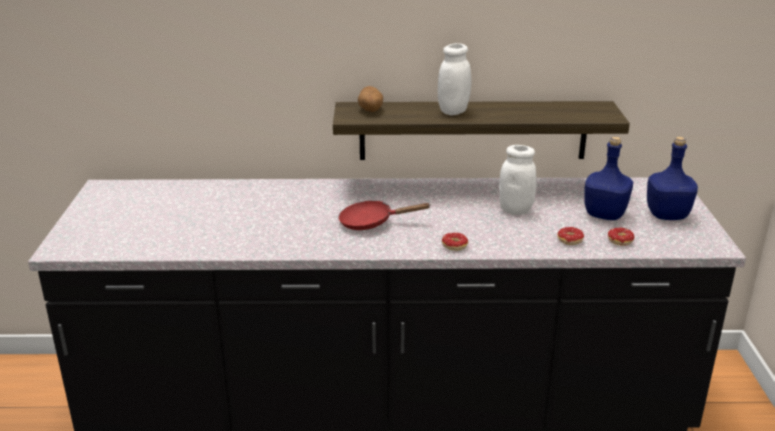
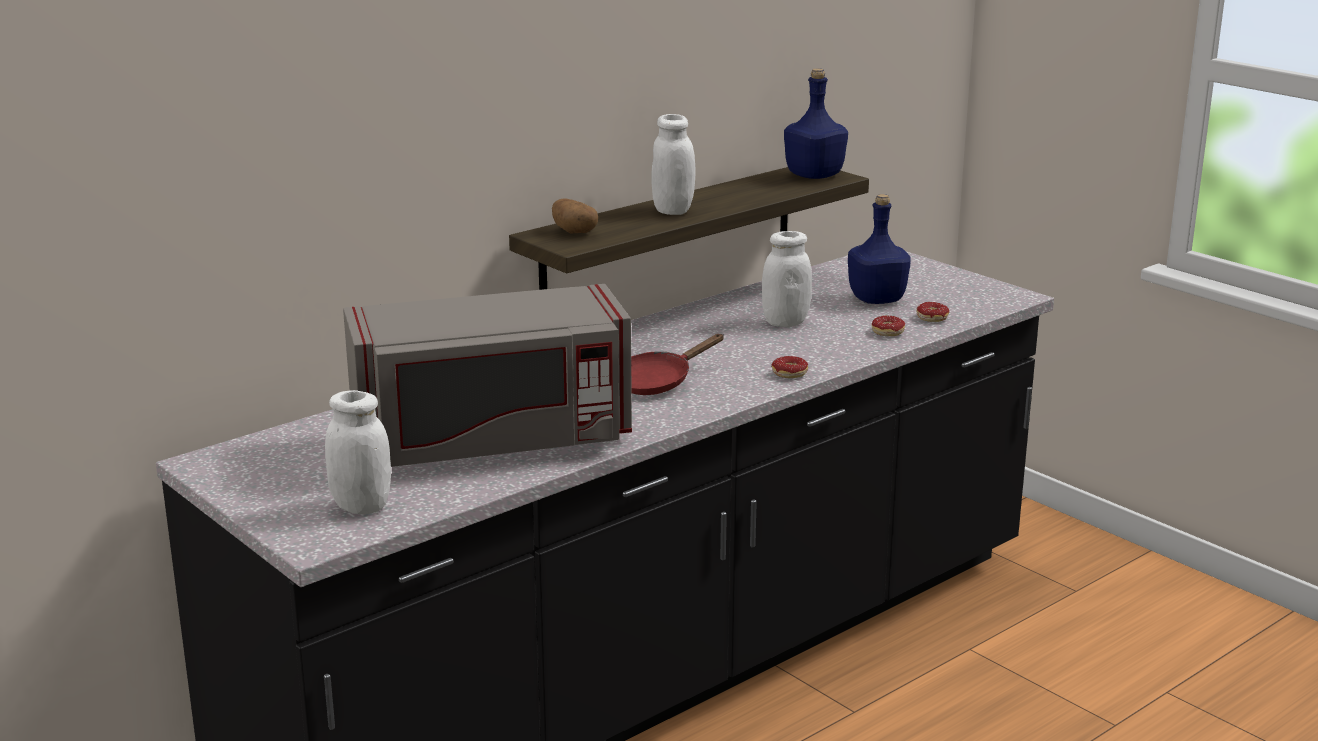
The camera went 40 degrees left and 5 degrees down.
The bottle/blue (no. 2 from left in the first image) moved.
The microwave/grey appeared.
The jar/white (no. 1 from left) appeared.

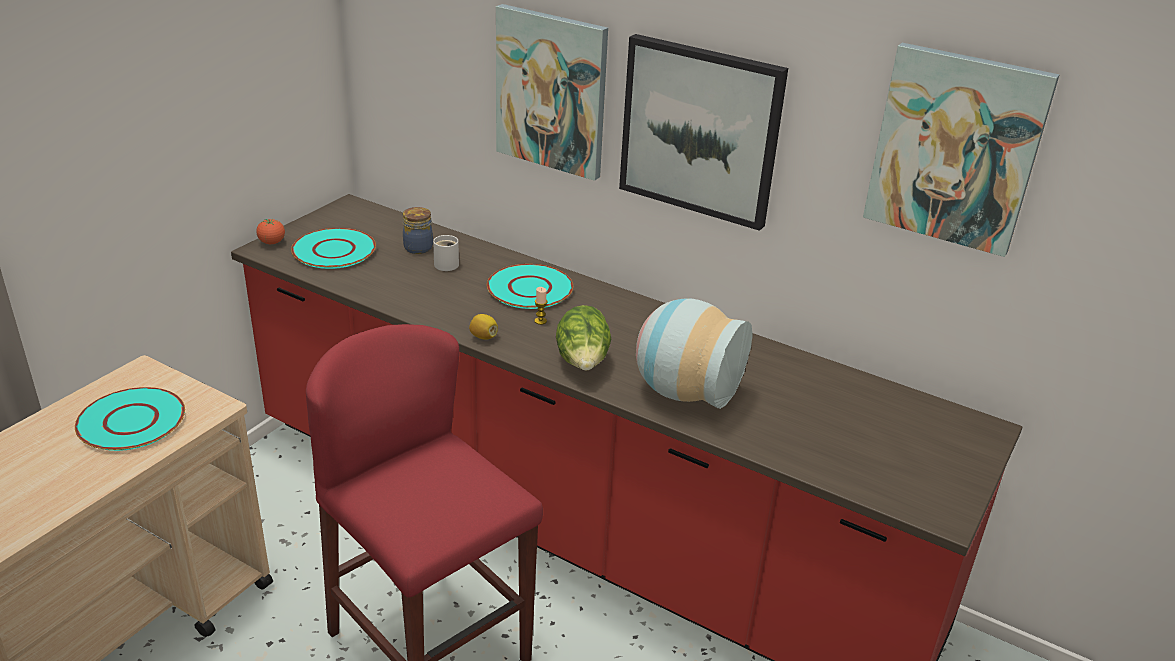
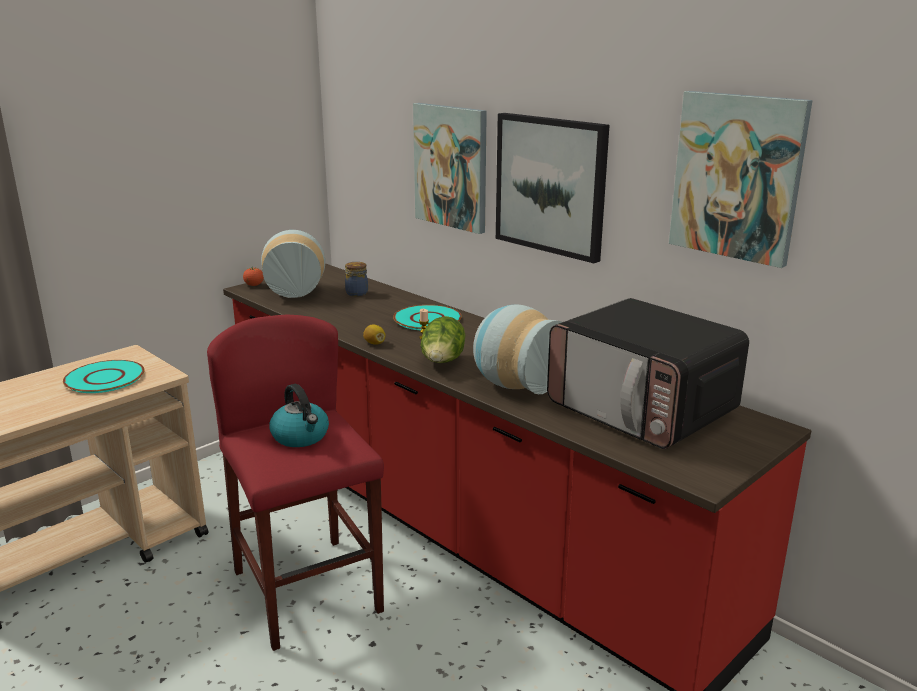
The camera went 15 degrees right and 10 degrees down.
The plate/turquoise (no. 2 from left) was replaced by the vase (no. 1 from left).
The mug/white disappeared.
The microwave appeared.
The kettle appeared.

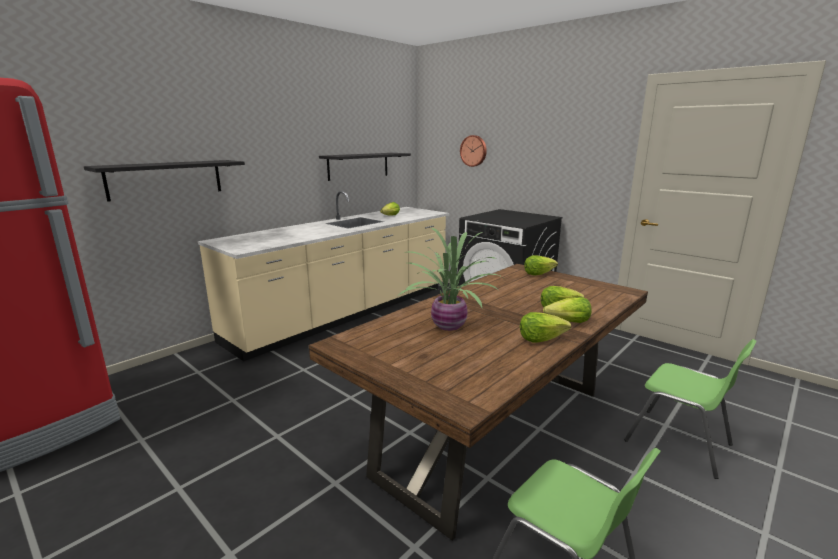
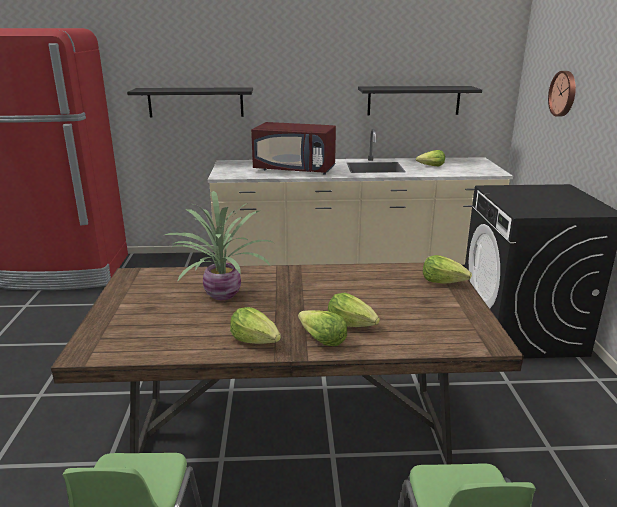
The camera went 45 degrees right and 5 degrees up.
The microwave/red appeared.

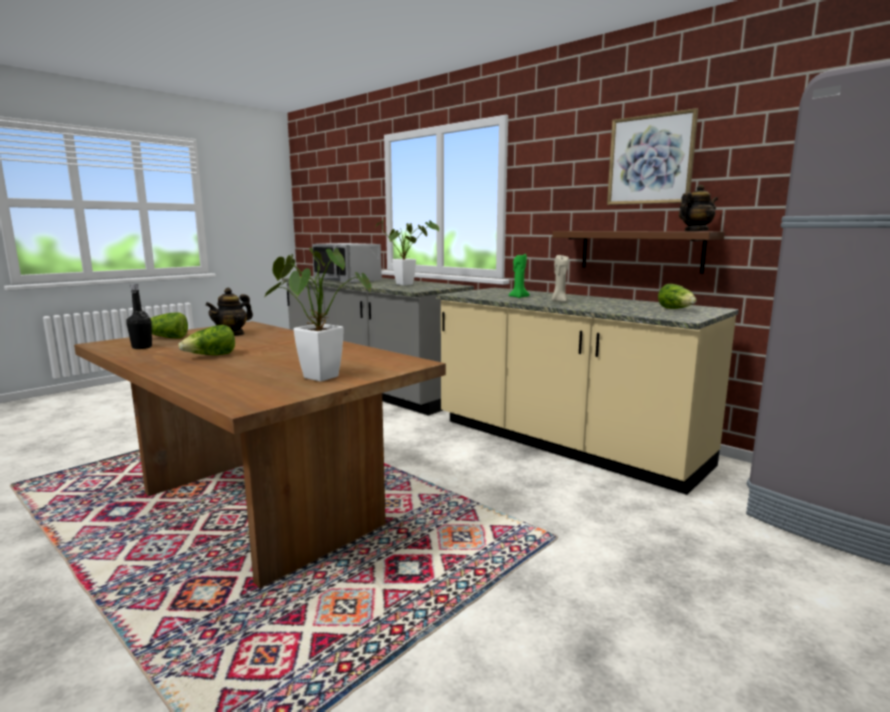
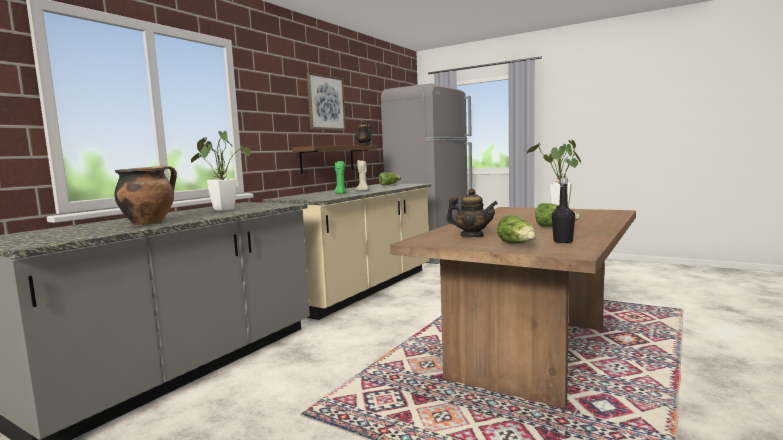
The camera went 100 degrees left and 5 degrees down.
The microwave/grey was replaced by the cooking pot.

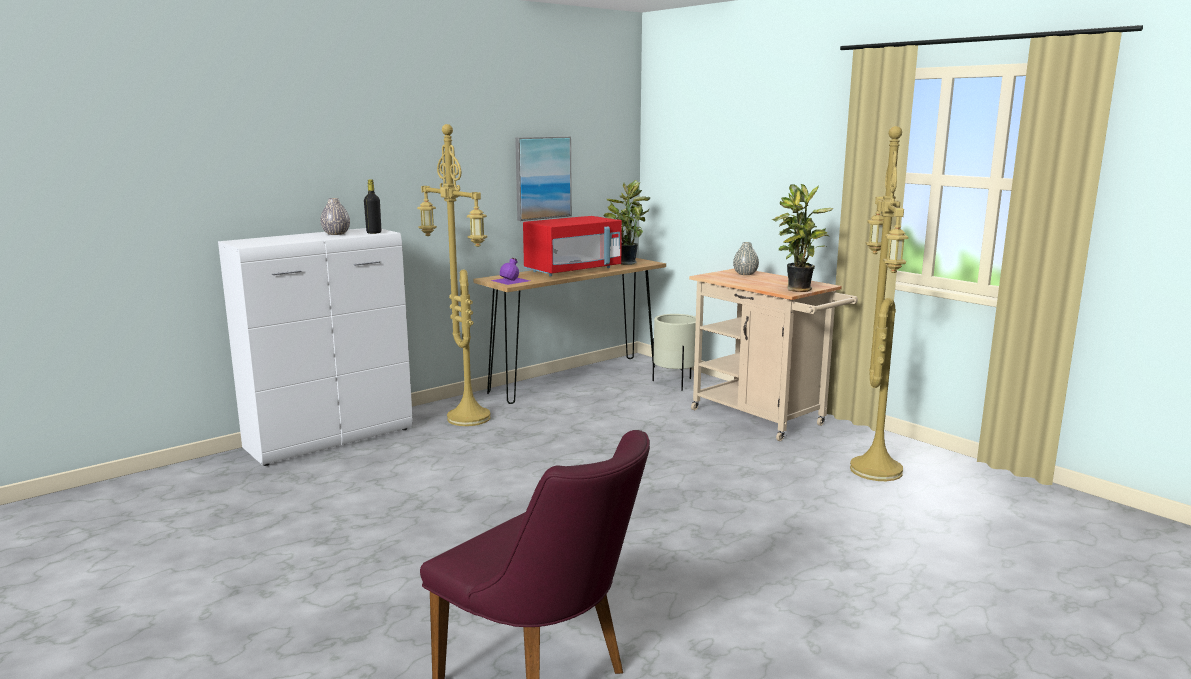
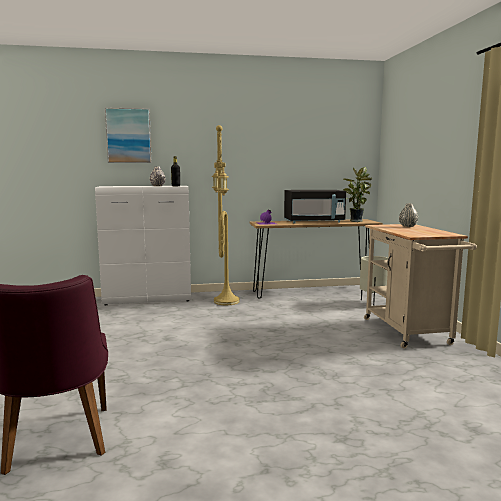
The camera went 30 degrees right and 5 degrees down.
The floor lamp/yellow (no. 2 from left) disappeared.
The picture moved.
The potted plant (no. 2 from left) disappeared.
The microwave/red became the microwave/black.

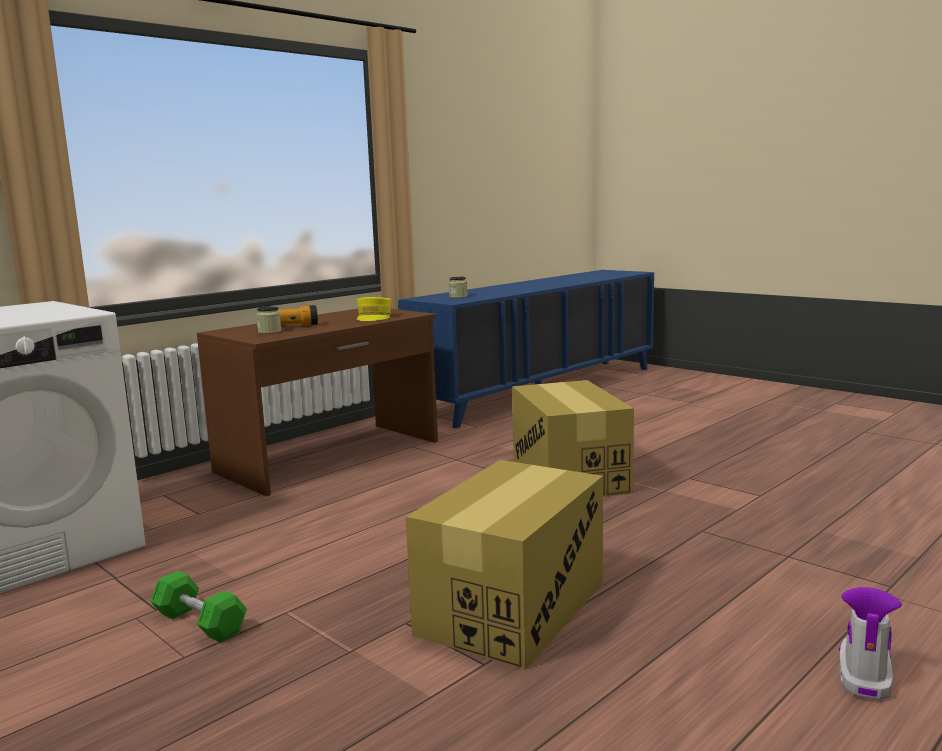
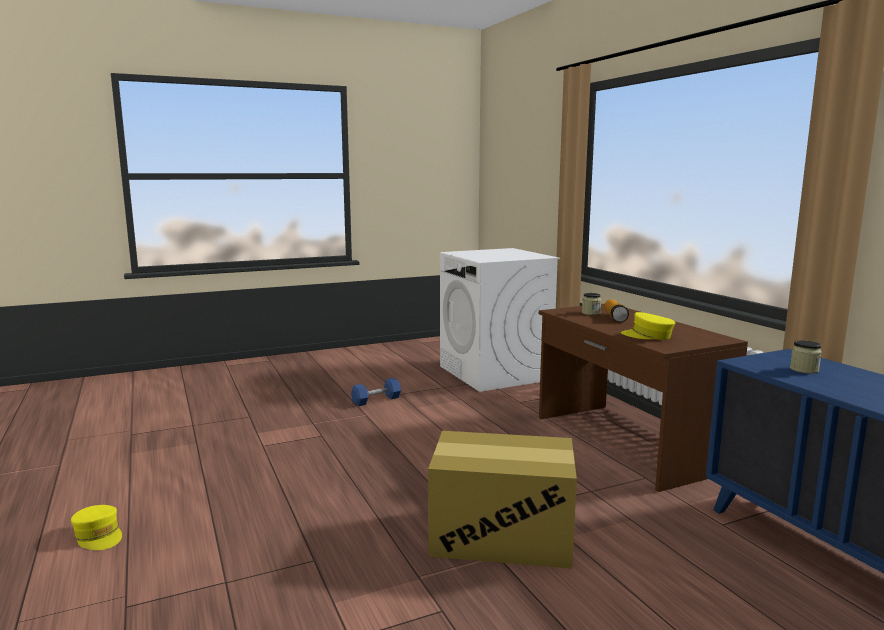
The camera went 110 degrees right and 0 degrees up.
The cardboard box (no. 1 from left) disappeared.
The dumbbell/green became the dumbbell/blue.
The boot was replaced by the cap/yellow (no. 1 from left).

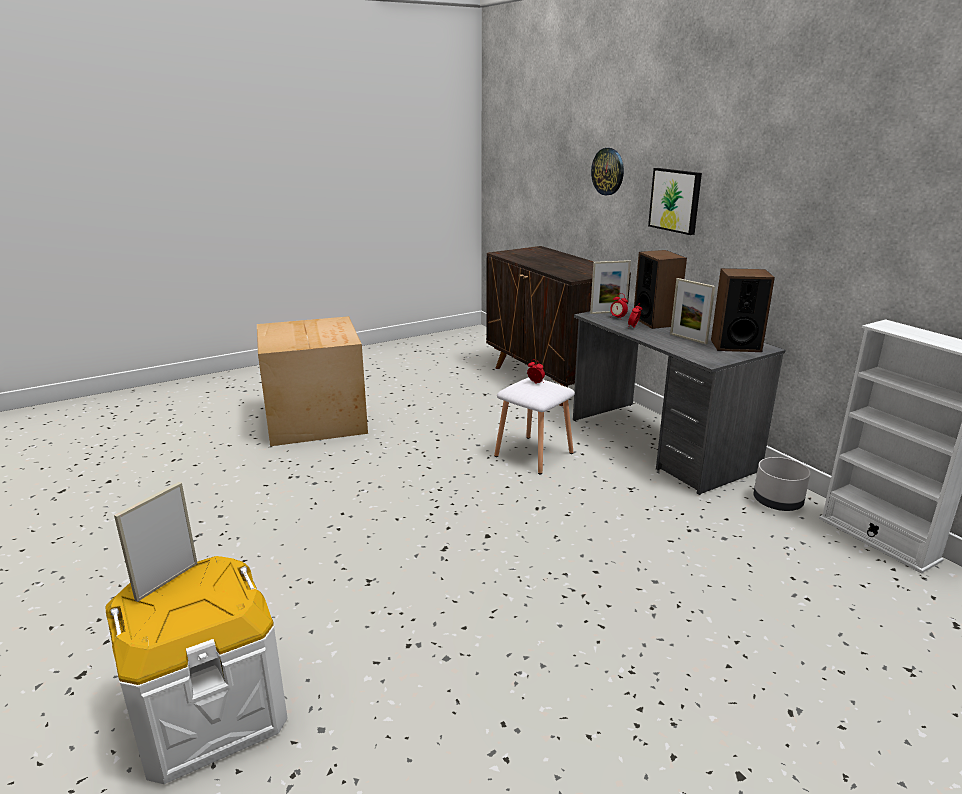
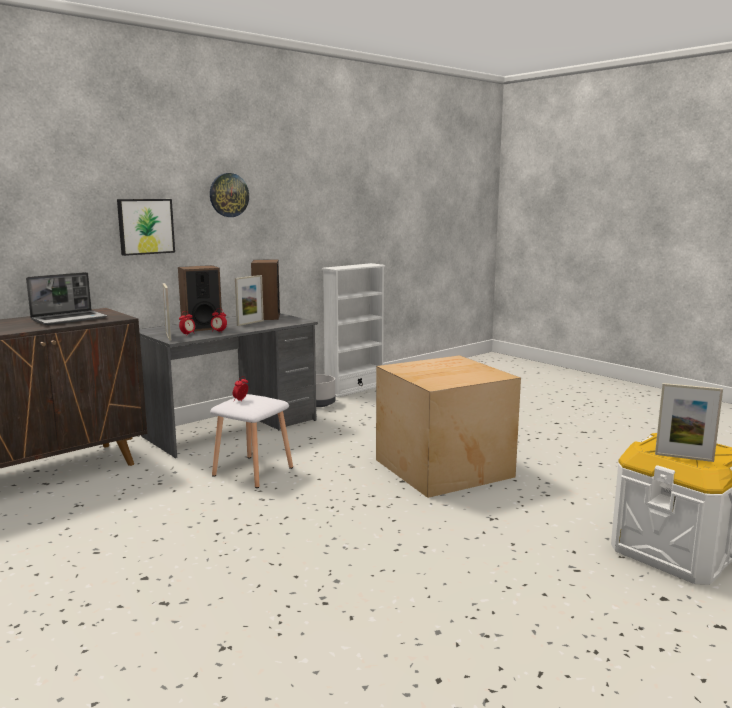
The camera went 100 degrees left and 10 degrees down.
The wall clock moved.
The cardboard box moved.
The laptop appeared.

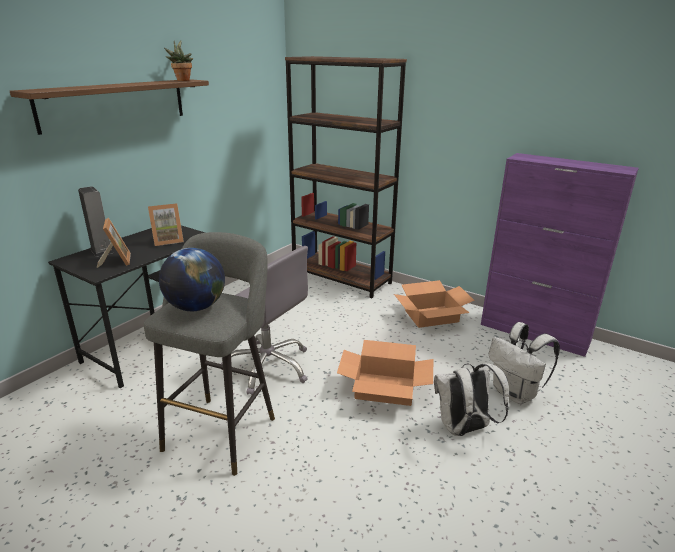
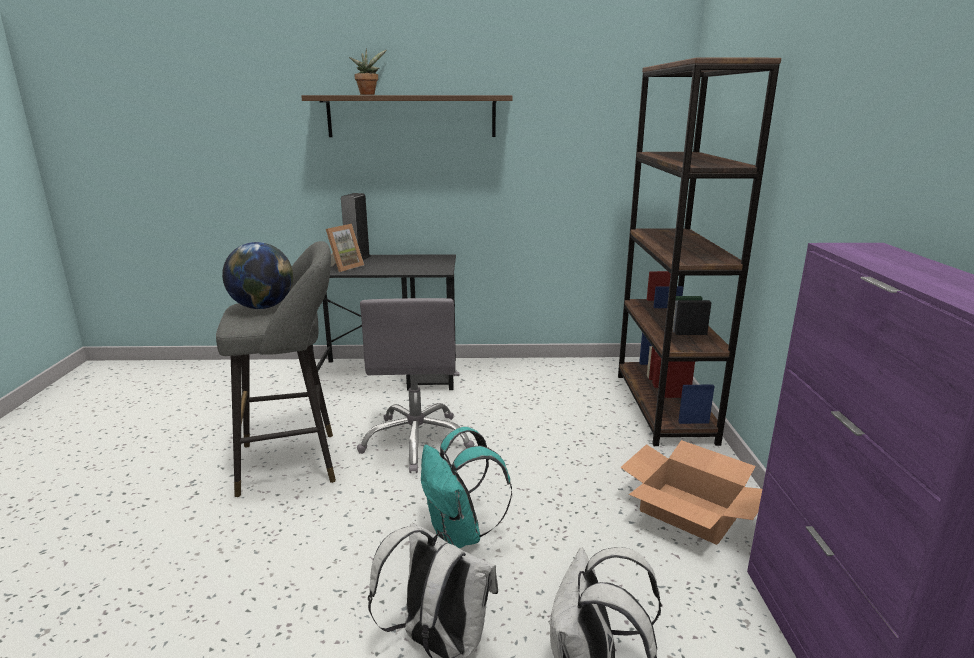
The camera went 55 degrees right and 5 degrees down.
The potted plant moved.
The picture frame (no. 2 from left) disappeared.
The cardboard box (no. 1 from left) was replaced by the backpack/turquoise.

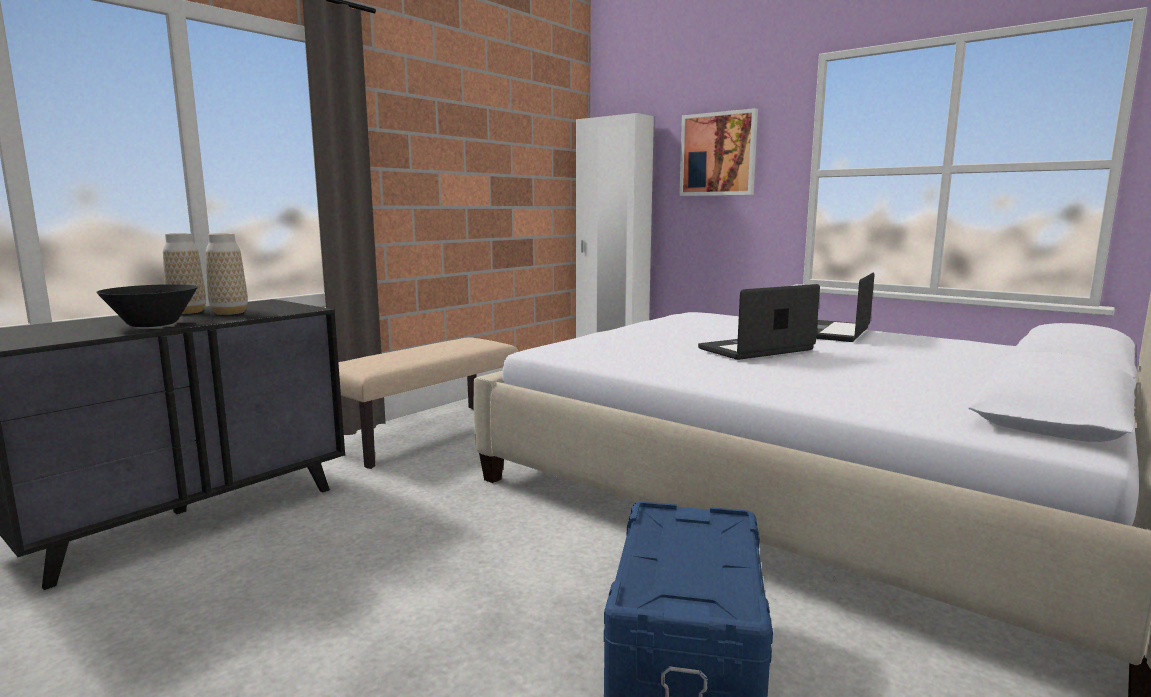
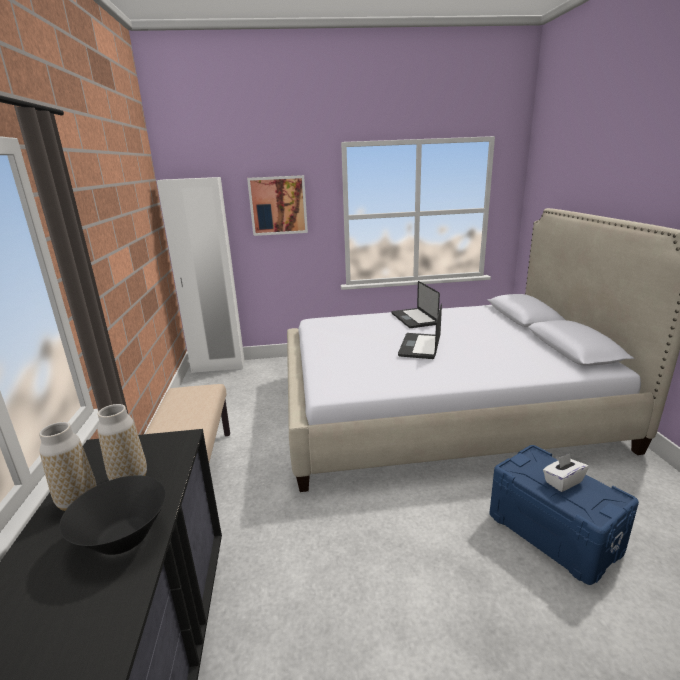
The camera went 45 degrees left and 10 degrees up.
The tissue box/white appeared.

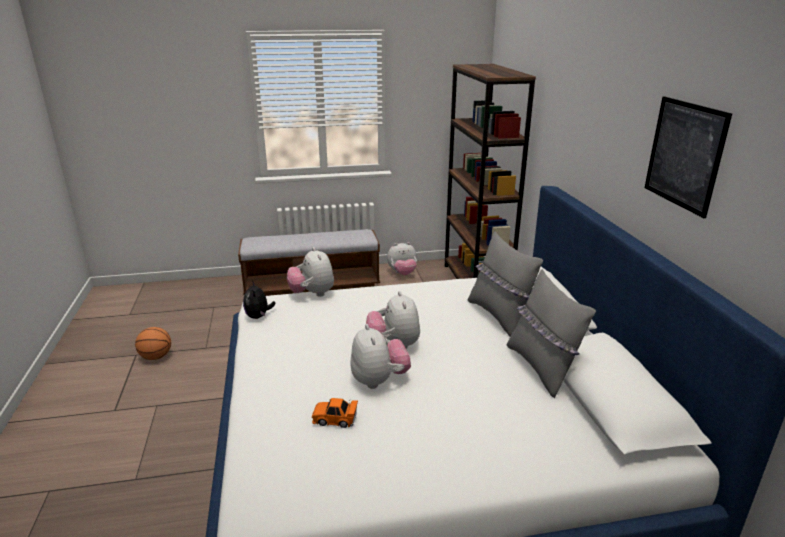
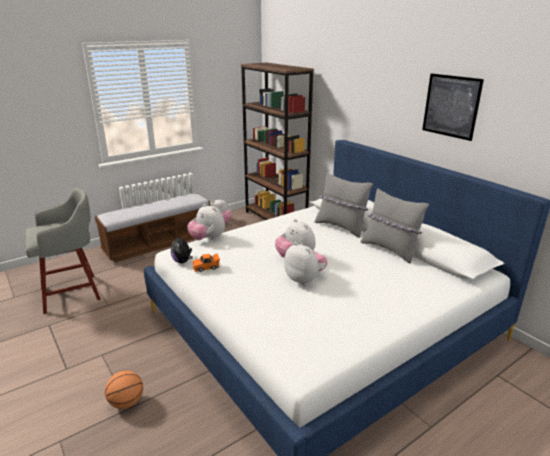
The camera went 25 degrees left and 0 degrees up.
The basketball moved.
The toy car/orange moved.
The stool/grey appeared.

